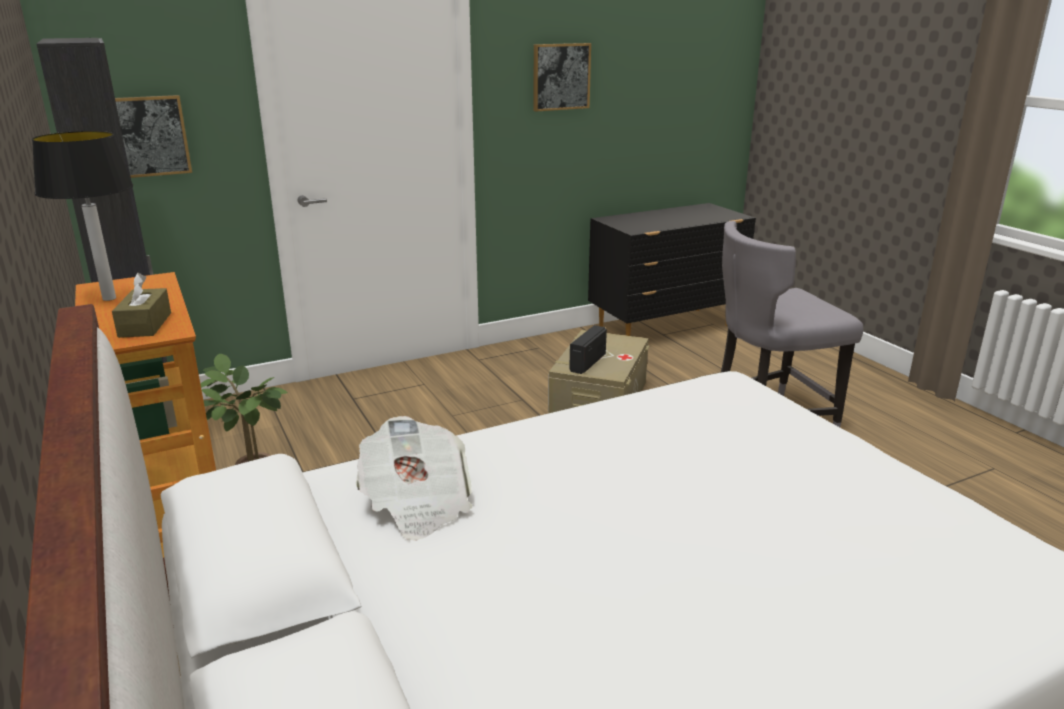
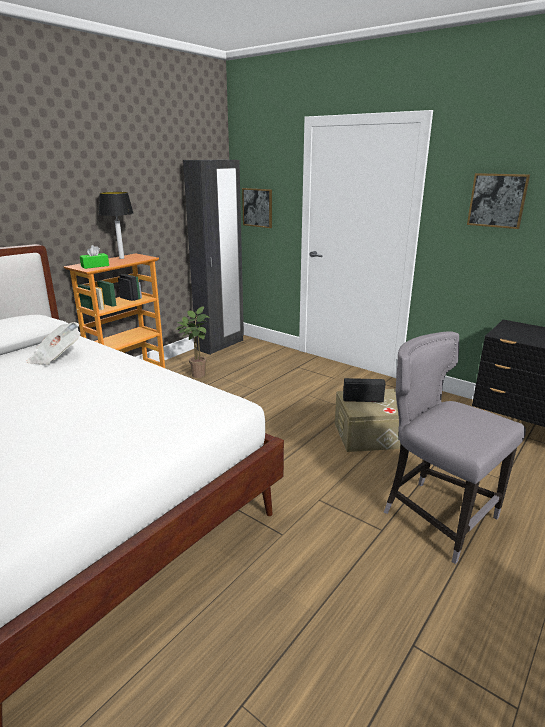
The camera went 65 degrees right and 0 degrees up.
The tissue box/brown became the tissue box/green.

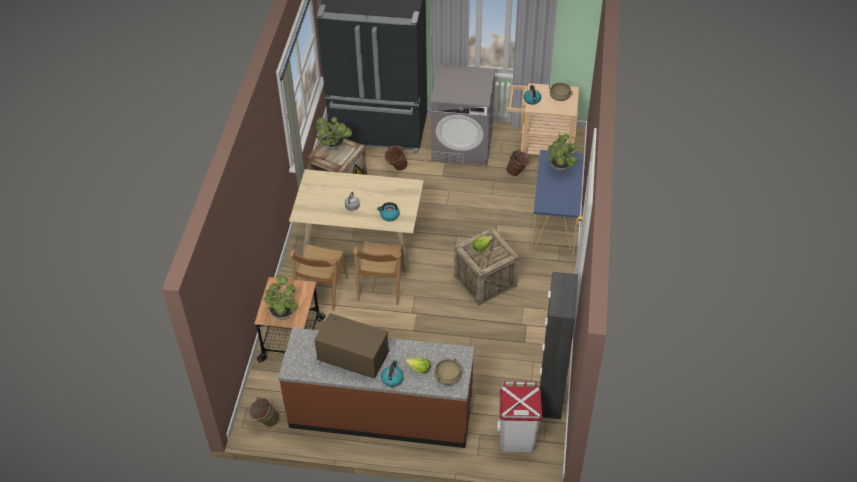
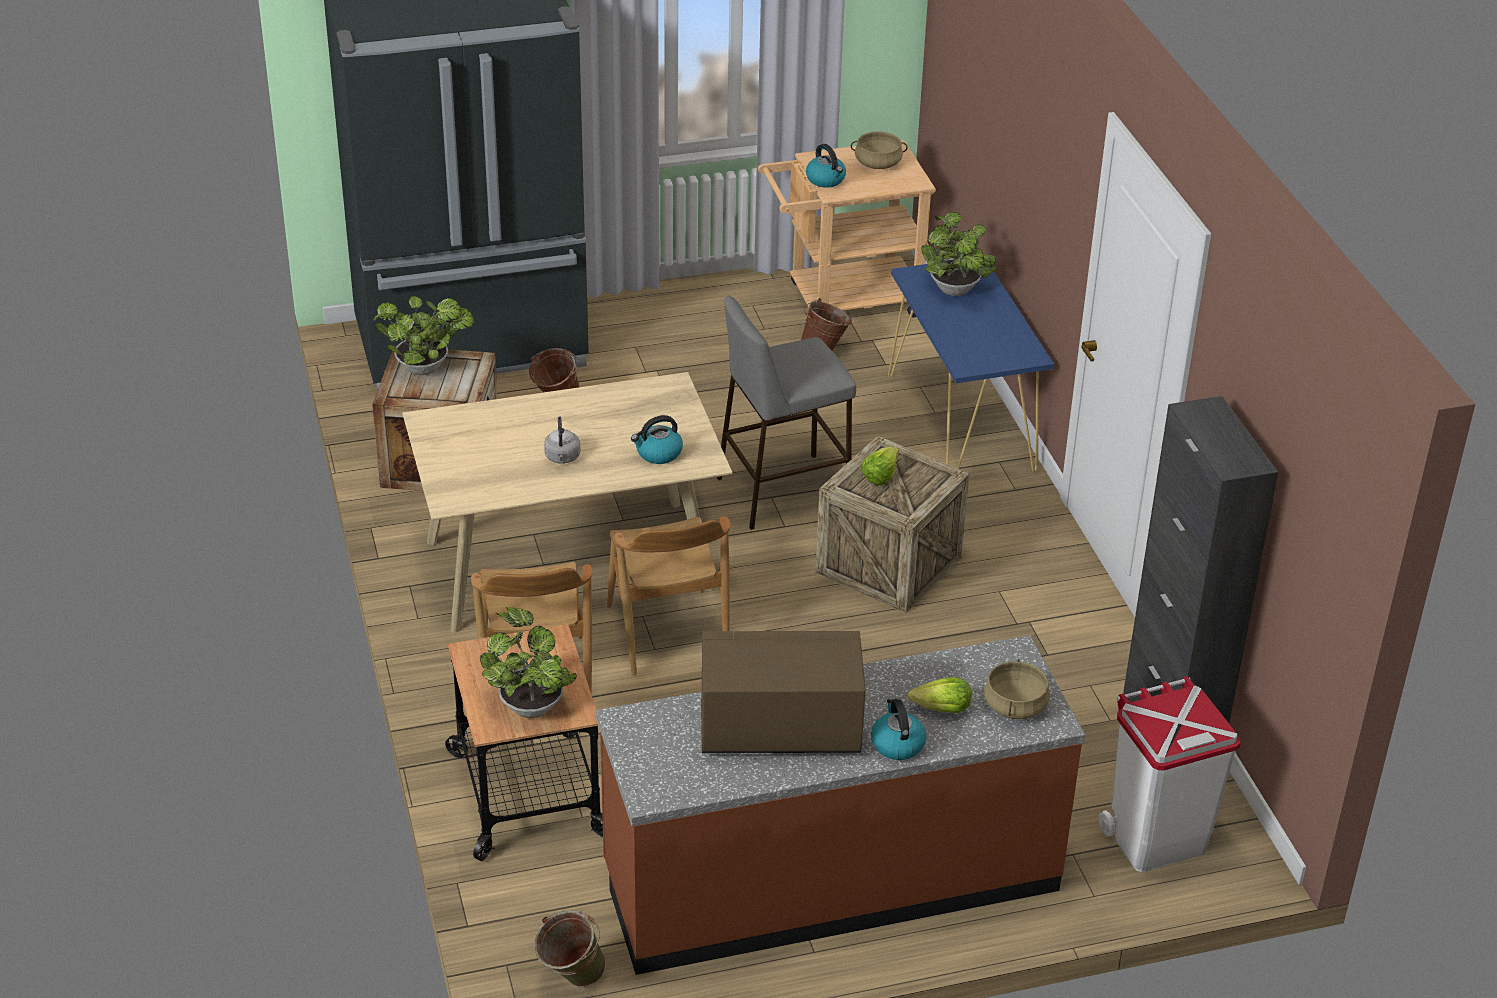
The camera went 25 degrees left and 10 degrees down.
The washing machine/grey disappeared.
The stool/grey appeared.

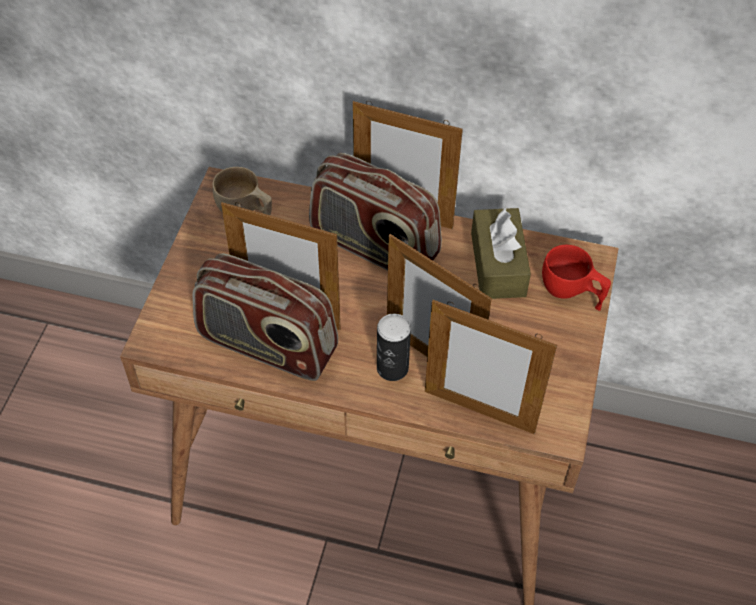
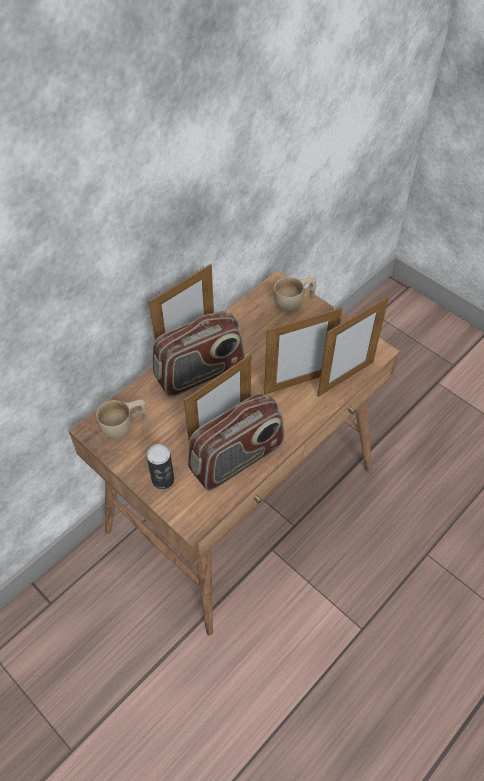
The camera went 60 degrees left and 0 degrees up.
The tissue box/brown disappeared.
The cup/red became the cup/beige (no. 2 from left).
The can moved.

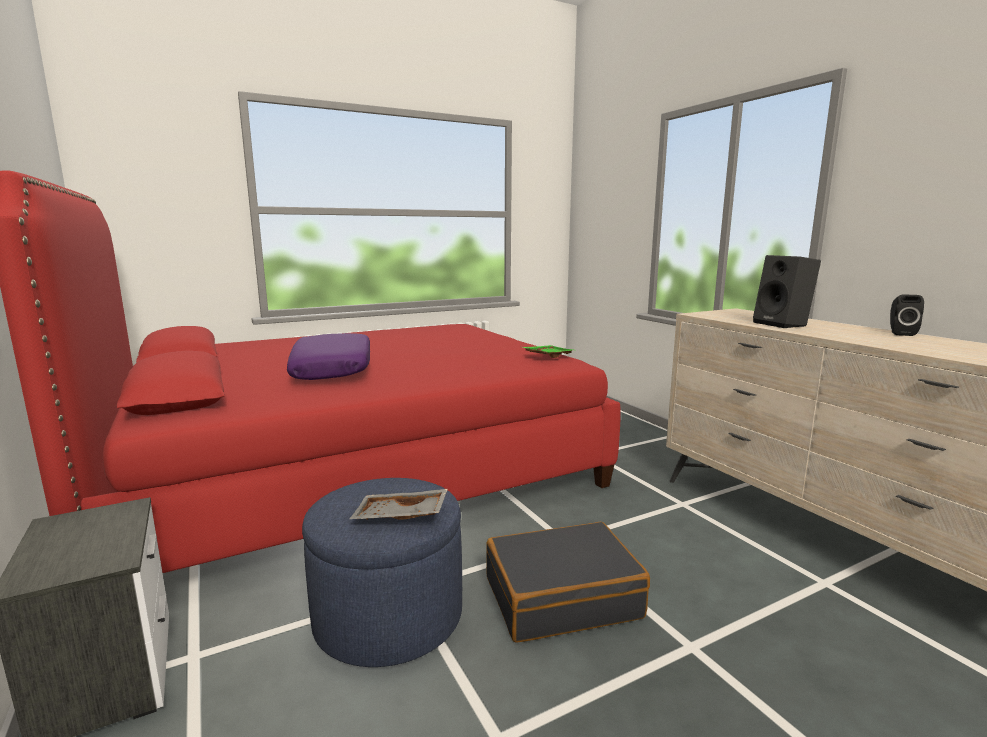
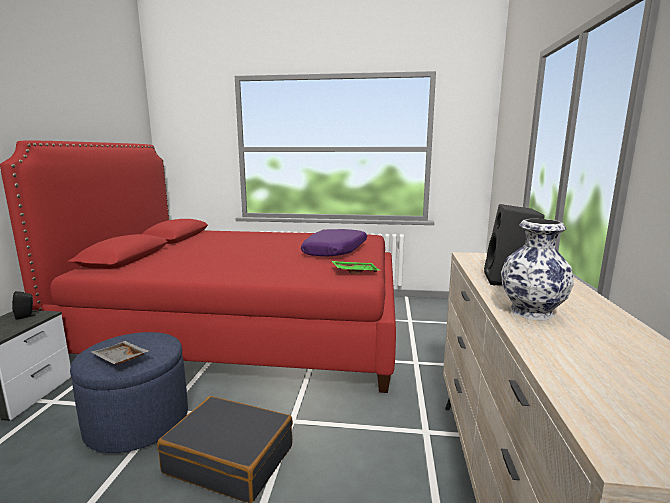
The camera went 35 degrees right and 0 degrees up.
The speaker/black (no. 2 from left in the first image) moved.
The pillow/purple moved.
The vase appeared.

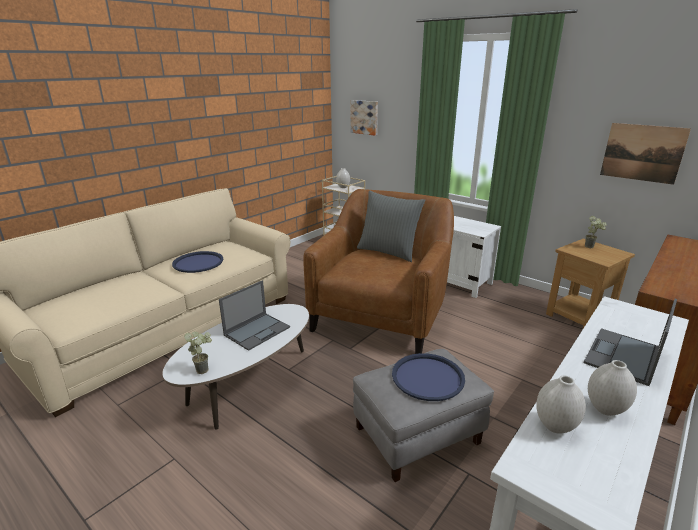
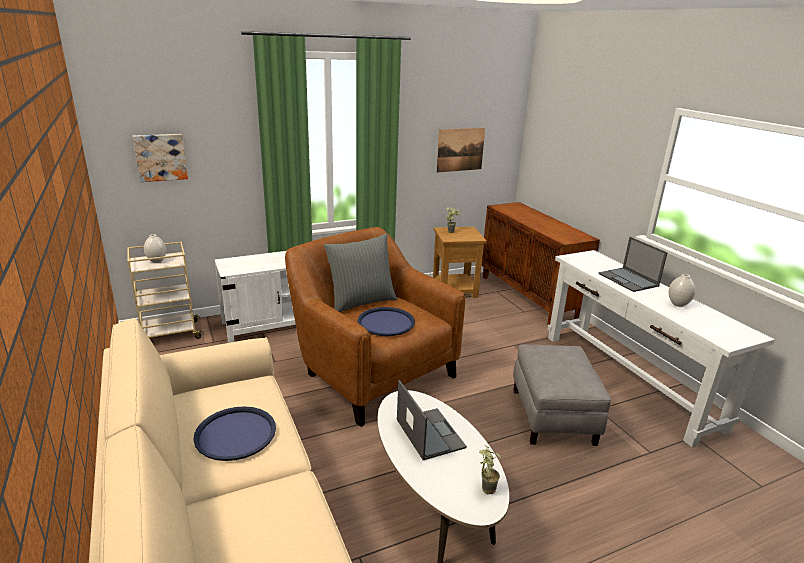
The camera went 65 degrees left and 0 degrees up.
The tray/blue (no. 2 from left) moved.
The vase/white (no. 2 from left) disappeared.

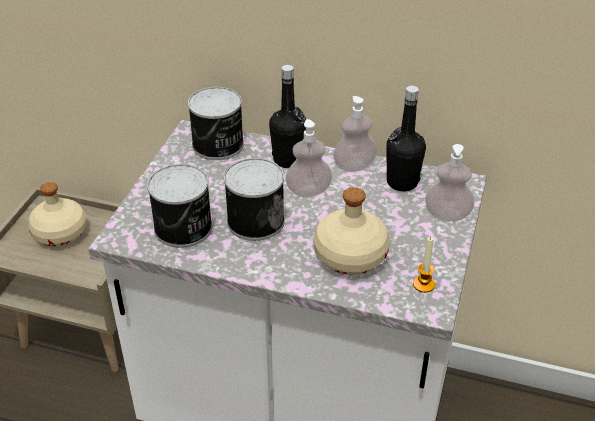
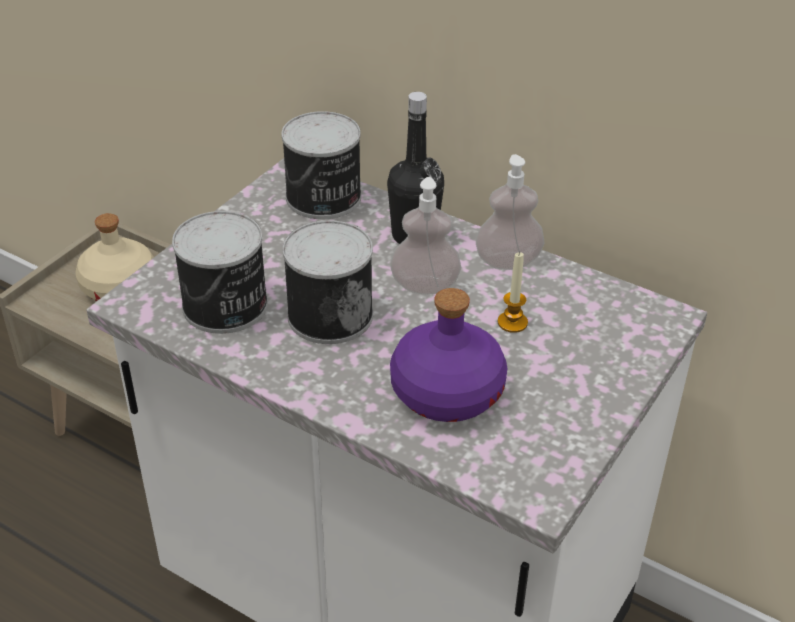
The camera went 15 degrees right and 0 degrees up.
The bottle/black (no. 2 from left) disappeared.
The soap dispenser (no. 3 from left) disappeared.
The bottle/beige (no. 2 from left) became the bottle/purple.
The candle moved.

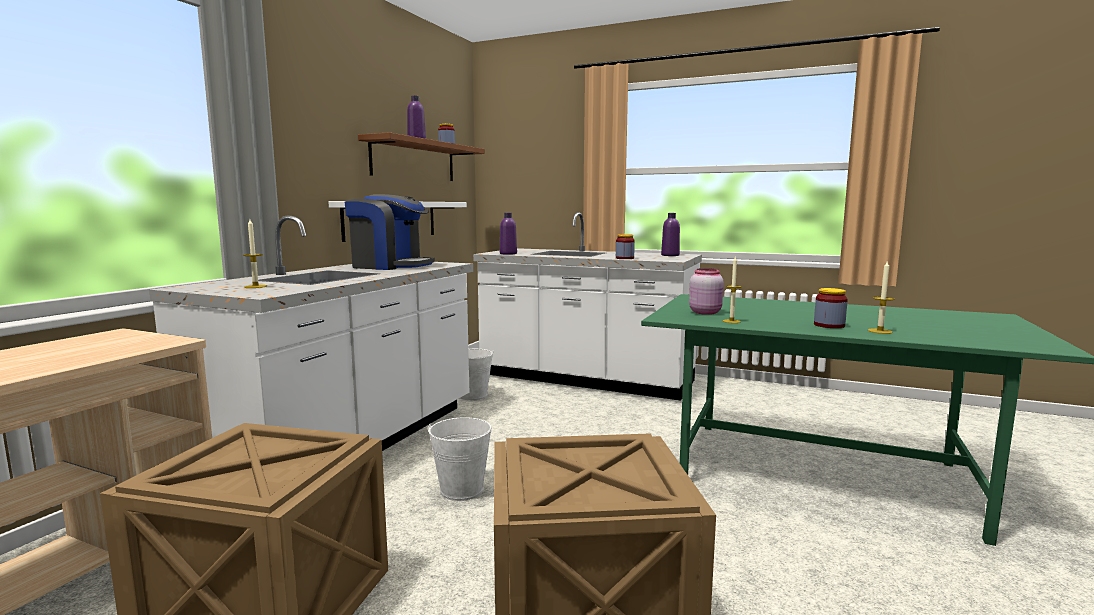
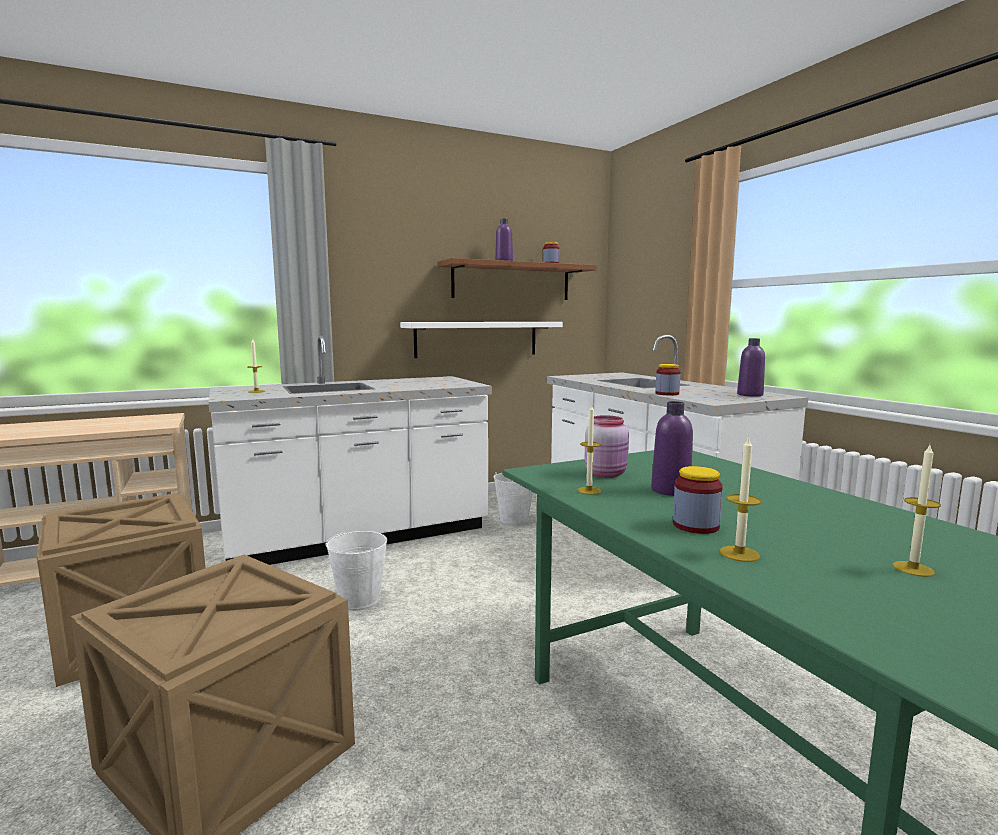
The camera went 40 degrees right and 0 degrees up.
The coffee machine disappeared.
The bottle/purple (no. 2 from left) moved.
The candle (no. 4 from left) appeared.

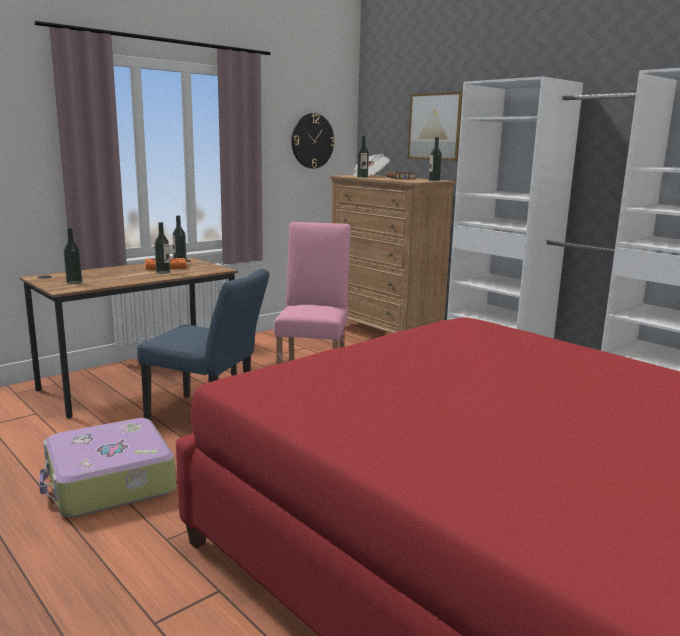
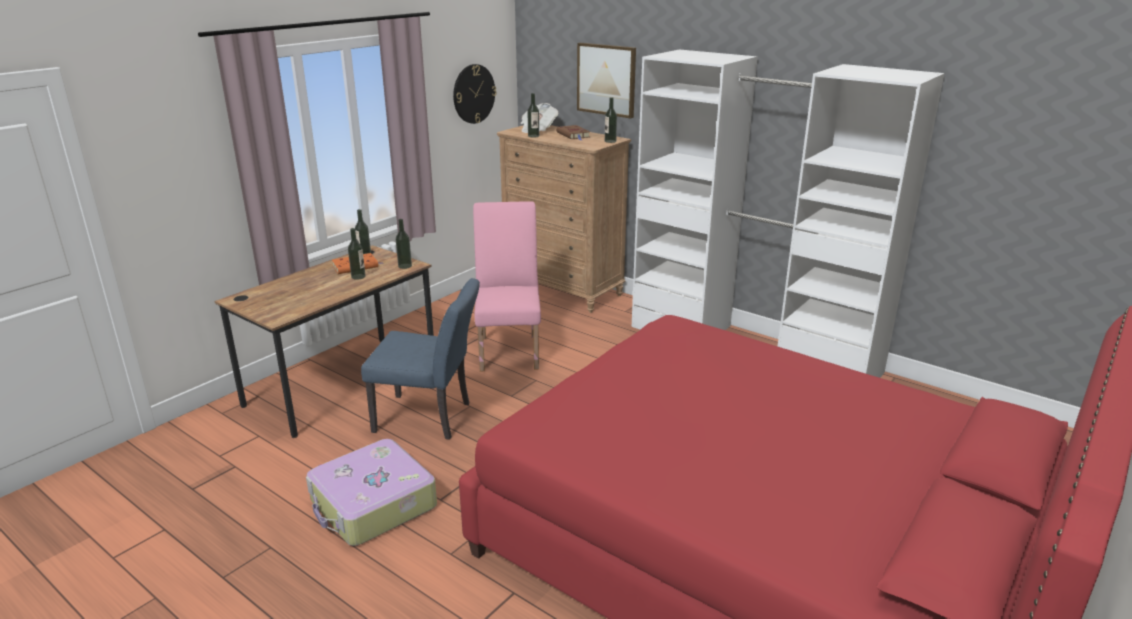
The camera went 10 degrees left and 10 degrees up.
The bottle (no. 1 from left in the first image) moved.

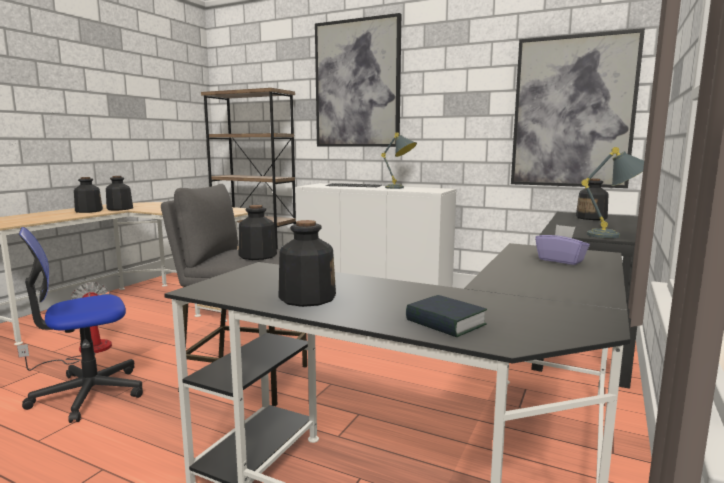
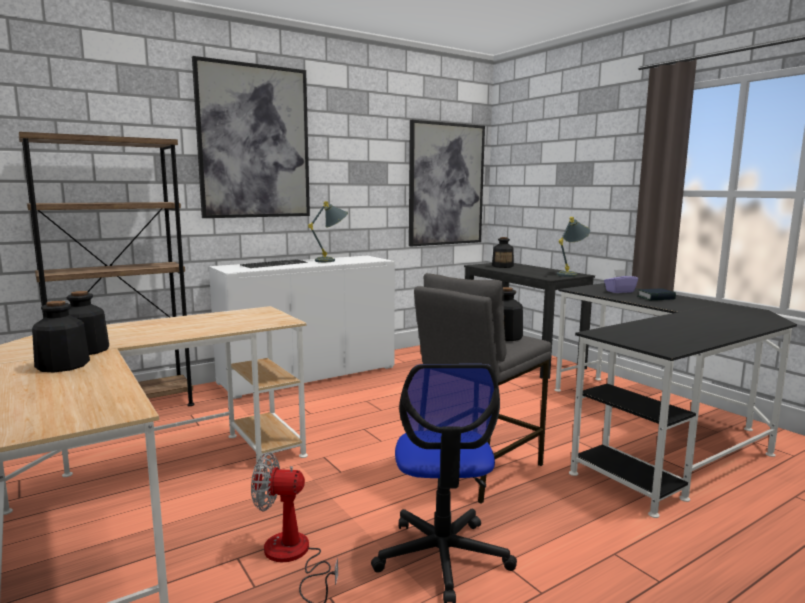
The camera went 60 degrees left and 0 degrees up.
The bottle (no. 4 from left) disappeared.
The book moved.

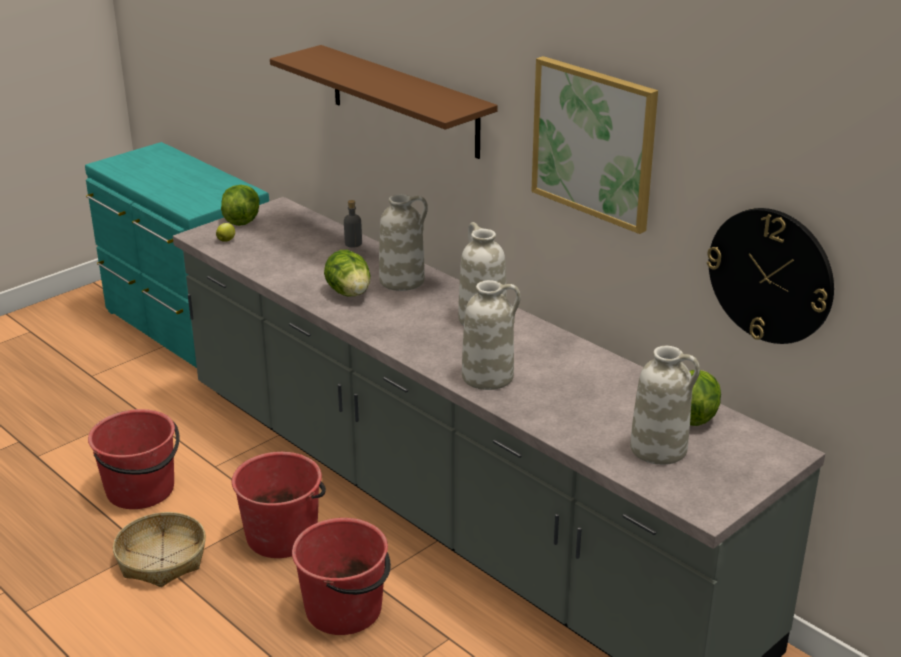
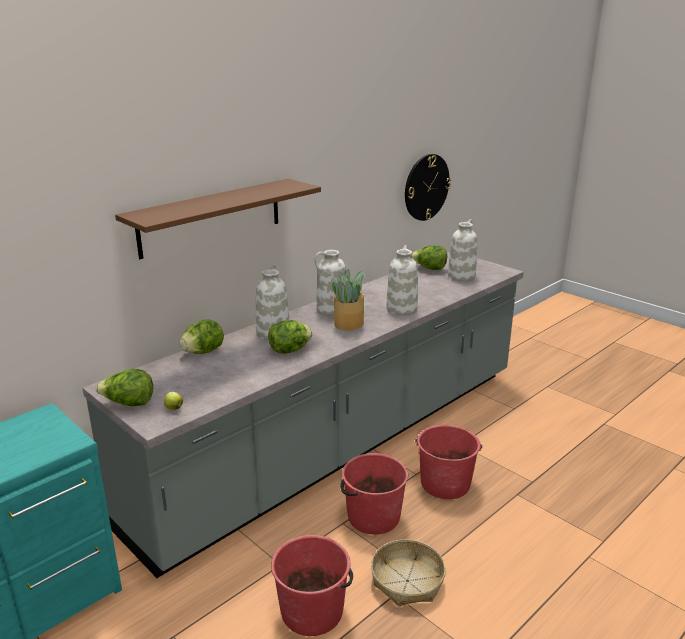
The camera went 90 degrees left and 5 degrees down.
The picture disappeared.
The bottle/grey was replaced by the lettuce (no. 2 from left).
The potted plant appeared.

